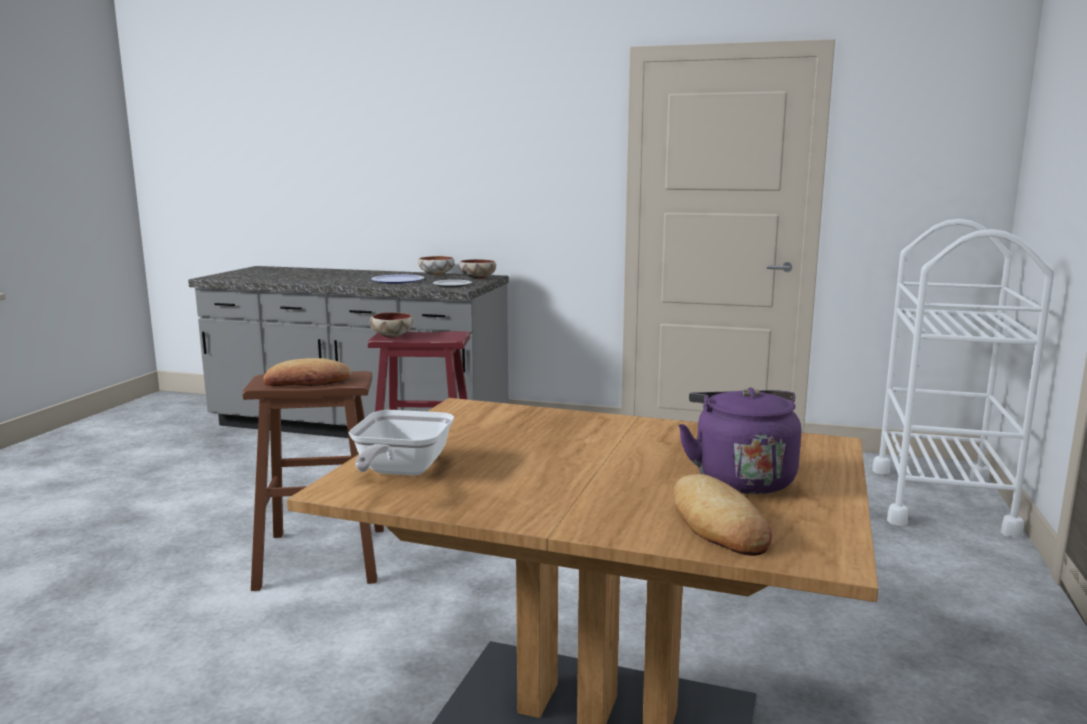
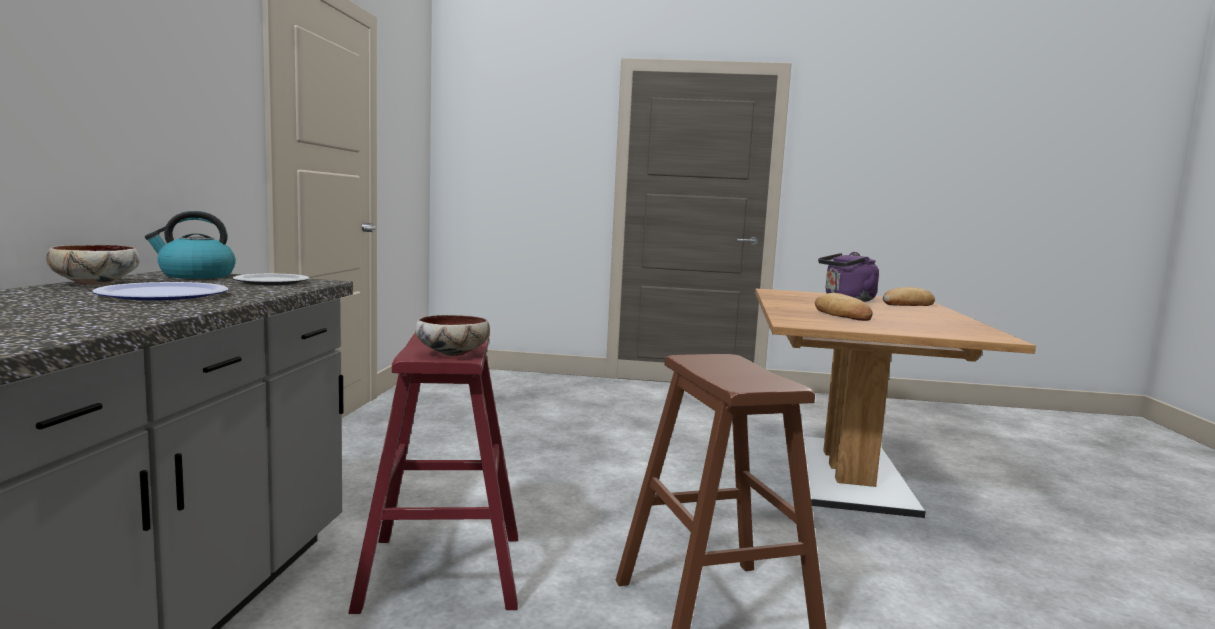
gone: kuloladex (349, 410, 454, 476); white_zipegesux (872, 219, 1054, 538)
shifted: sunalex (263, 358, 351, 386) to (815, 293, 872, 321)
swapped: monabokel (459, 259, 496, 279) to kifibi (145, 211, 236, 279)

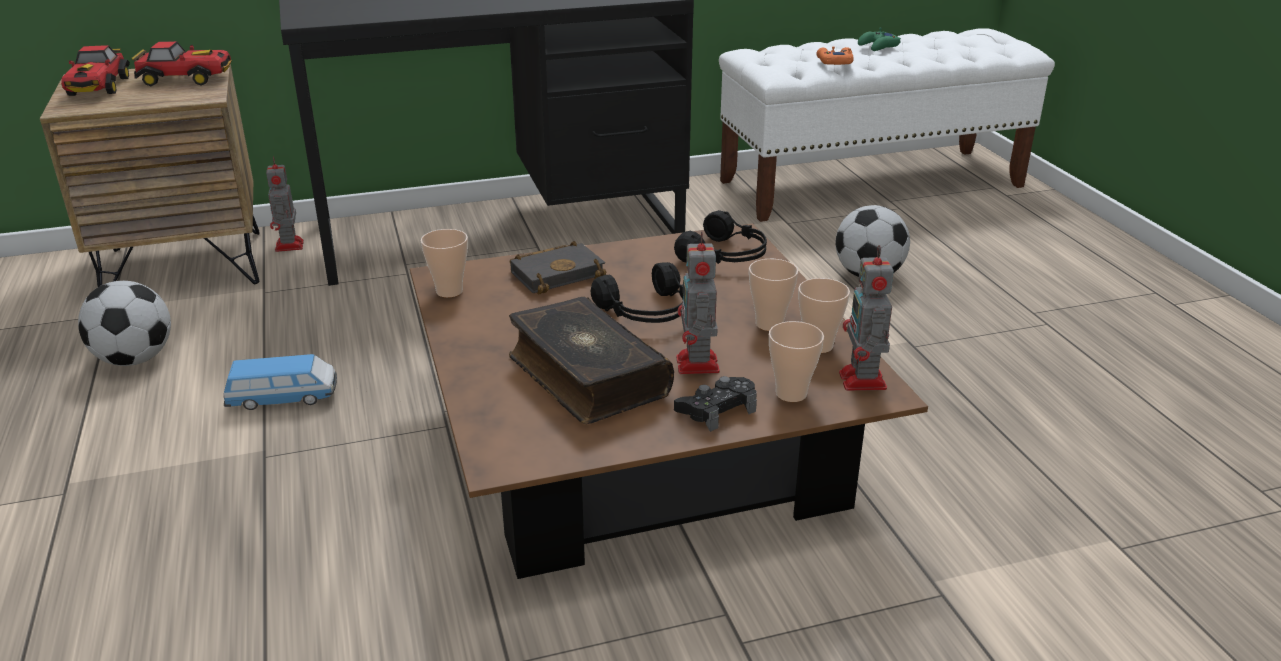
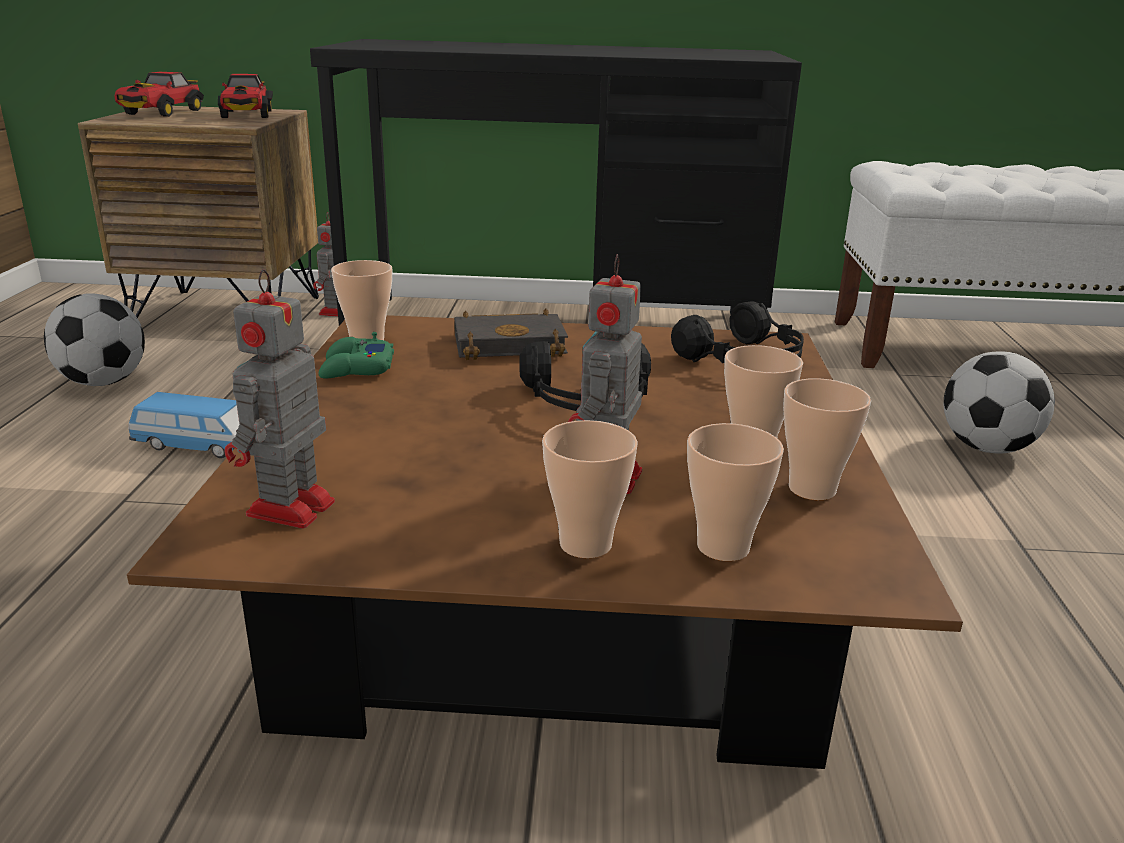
gone: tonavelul (509, 296, 674, 424); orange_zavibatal (817, 46, 854, 65)
shifted: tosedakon (839, 245, 894, 391) to (225, 269, 335, 529); green_zavibatal (858, 28, 901, 51) to (319, 332, 394, 379)
swapped: black_zavibatal (674, 376, 757, 432) to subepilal (542, 420, 638, 558)
rotated: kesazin (132, 41, 232, 86) = (218, 74, 273, 118) 60 degrees clockwise

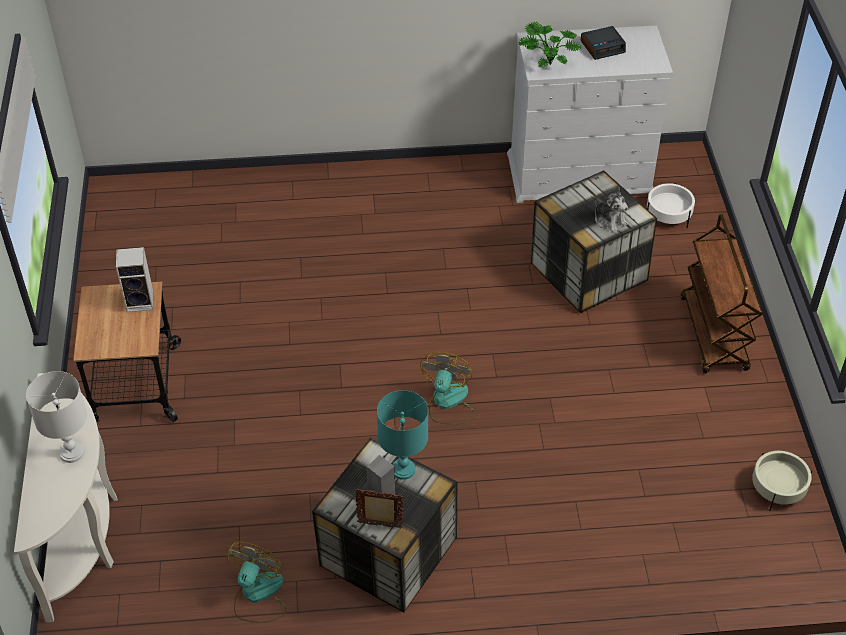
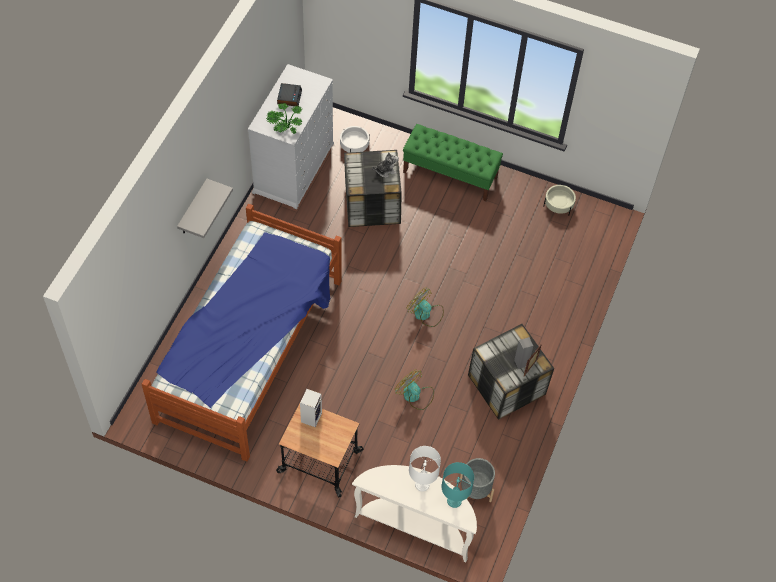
new: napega (142, 204, 342, 461); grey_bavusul (177, 179, 233, 238); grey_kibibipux (460, 458, 495, 502)
shifted: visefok (226, 542, 287, 623) to (395, 369, 434, 410); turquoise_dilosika (377, 390, 428, 480) to (441, 462, 474, 508)
swapped: brown_zipegesux (681, 214, 763, 374) to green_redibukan (403, 124, 503, 202)

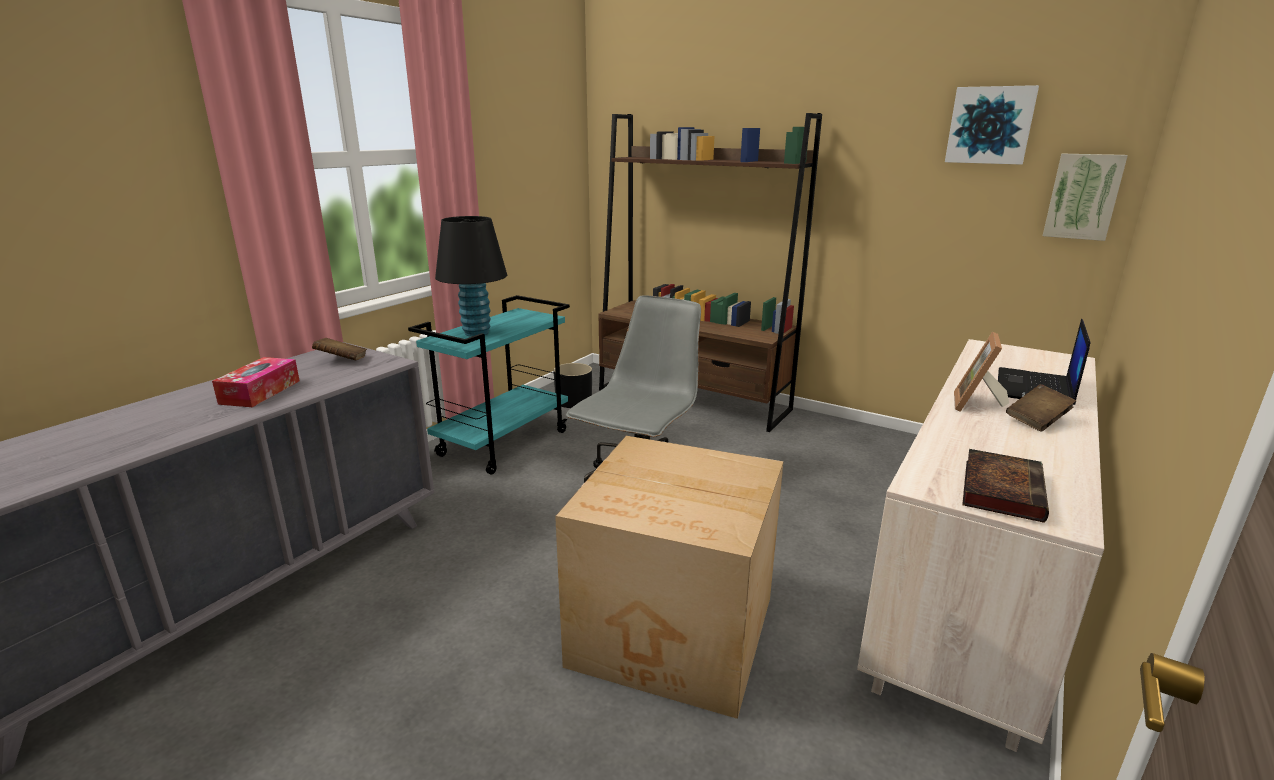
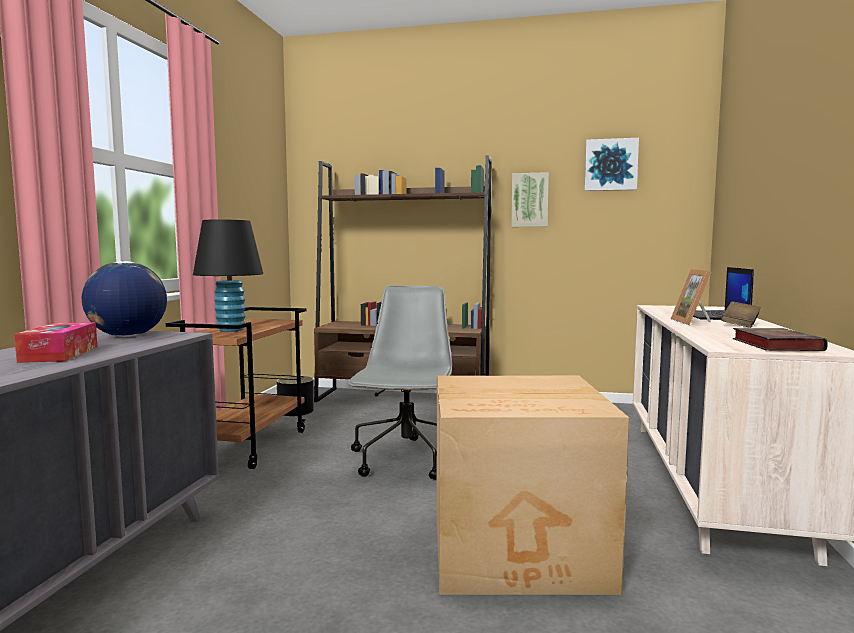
shifted: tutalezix (1043, 154, 1128, 241) to (511, 172, 549, 227)
swapped: brown_tonavelul (312, 338, 367, 360) to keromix (82, 261, 167, 337)
repainted: turquoise_zipegesux (408, 295, 570, 474) to brown_zipegesux (166, 307, 307, 469)

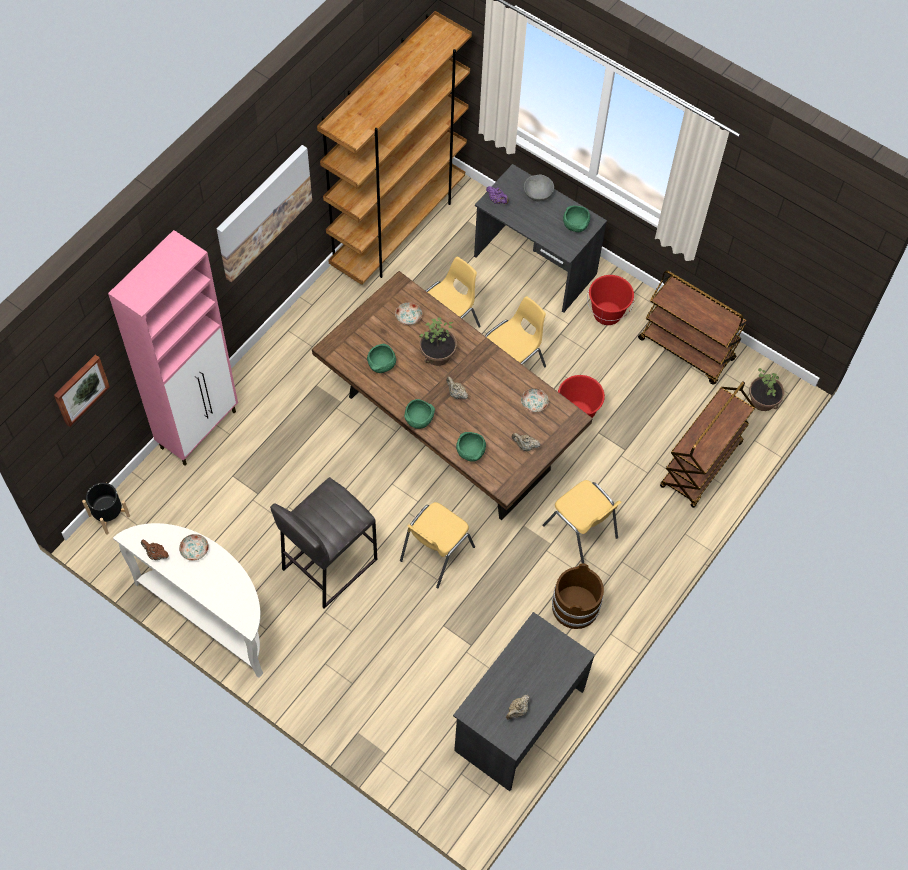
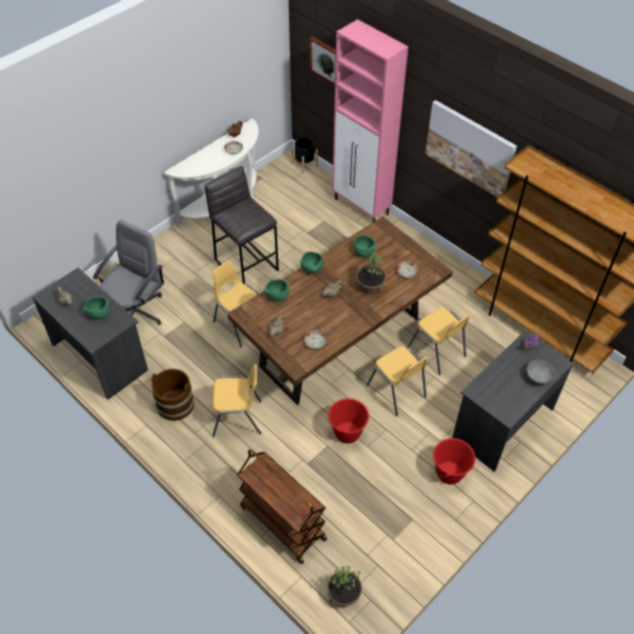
gone: brown_zipegesux (638, 270, 748, 385)
new: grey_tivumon (93, 220, 164, 325)
shifted: green_monabokel (563, 205, 590, 232) to (83, 297, 109, 319)
rotated: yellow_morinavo (542, 480, 621, 564) = (212, 364, 261, 437) 150 degrees counterclockwise

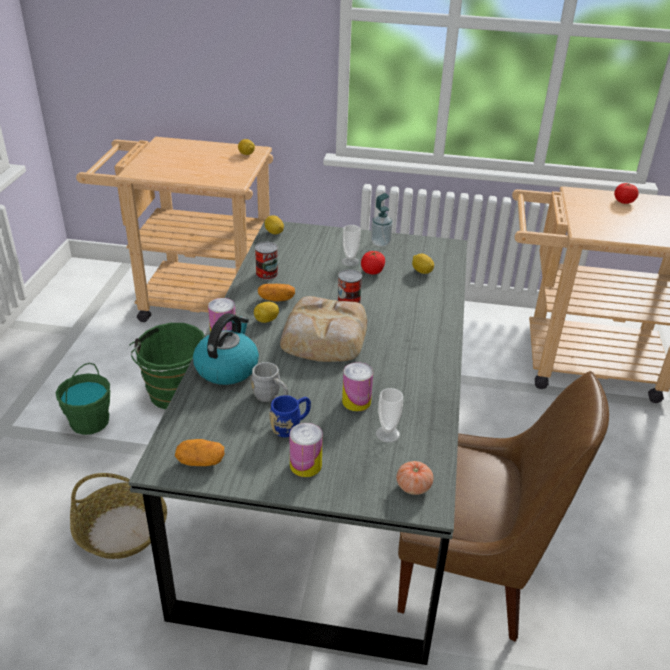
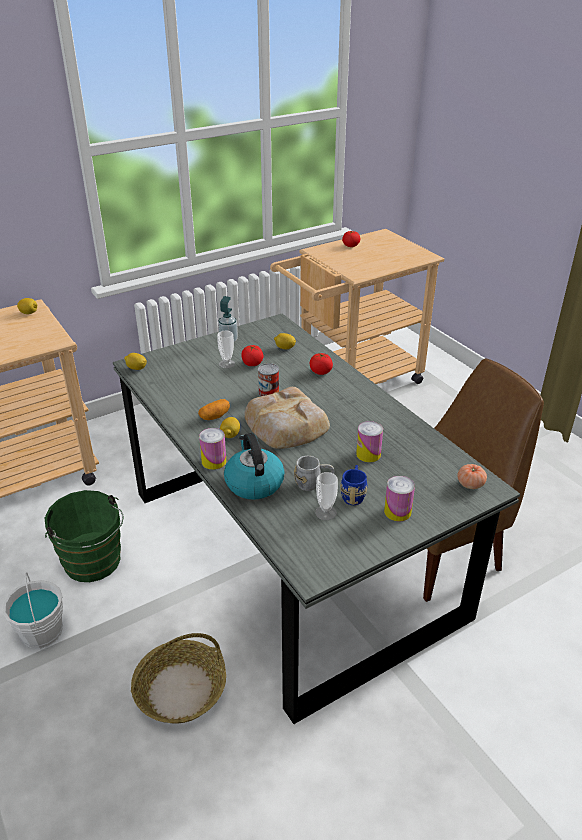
gone: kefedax (175, 439, 225, 466); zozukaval (255, 242, 278, 280)
new: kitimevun (310, 353, 333, 375)
shifted: subepilal (376, 388, 403, 443) to (315, 472, 338, 520)
repainted: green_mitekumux (56, 363, 110, 435) to white_mitekumux (3, 572, 63, 649)

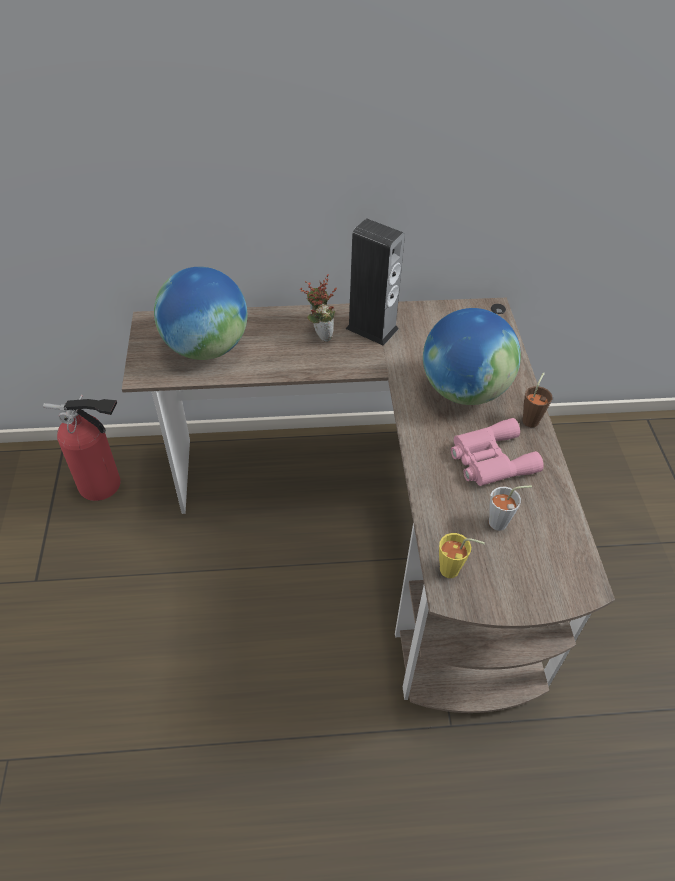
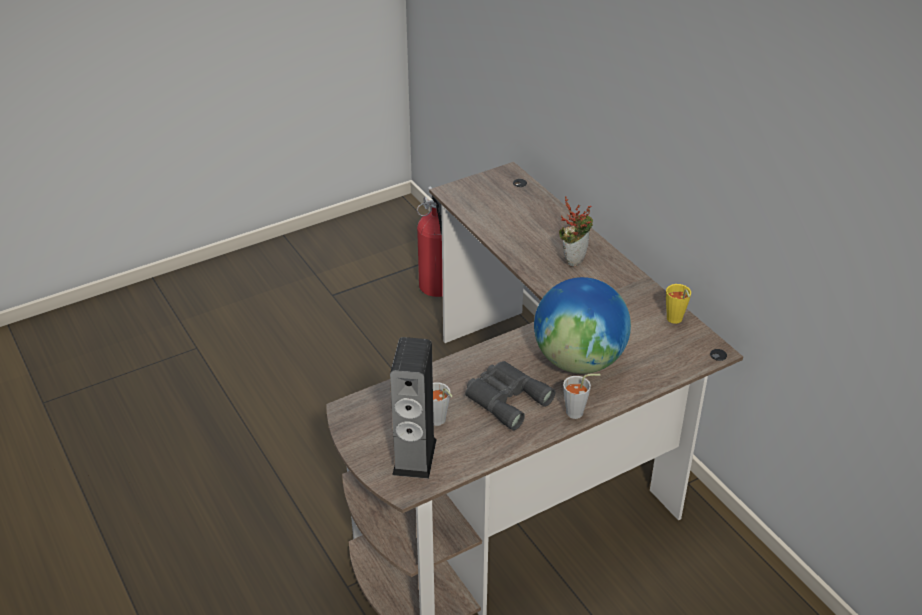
gone: keromix (154, 267, 247, 360)
shifted: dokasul (345, 219, 405, 346) to (390, 337, 437, 479); yellow_subepilal (439, 533, 485, 578) to (666, 284, 691, 324)
repainted: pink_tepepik (451, 418, 544, 486) to grey_tepepik (465, 361, 556, 430); brown_subepilal (522, 373, 552, 427) to grey_subepilal (563, 374, 601, 419)

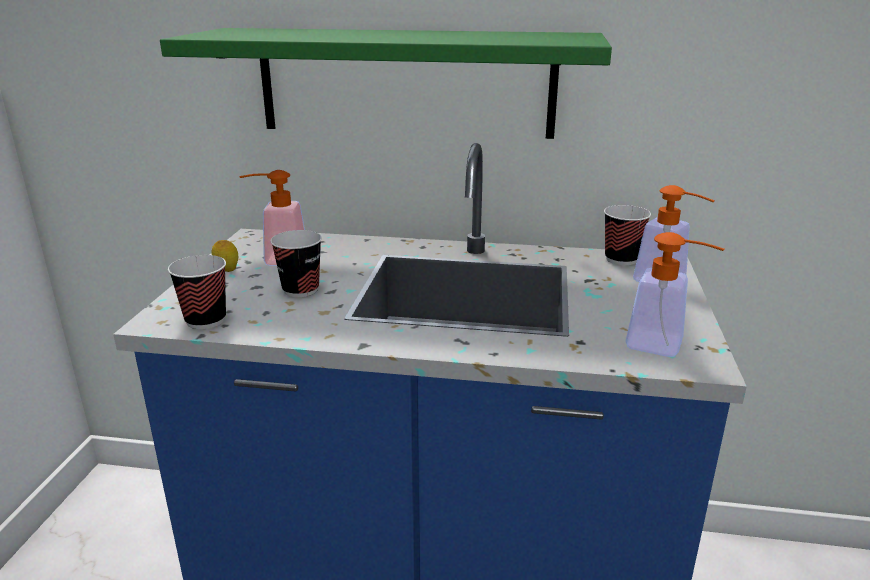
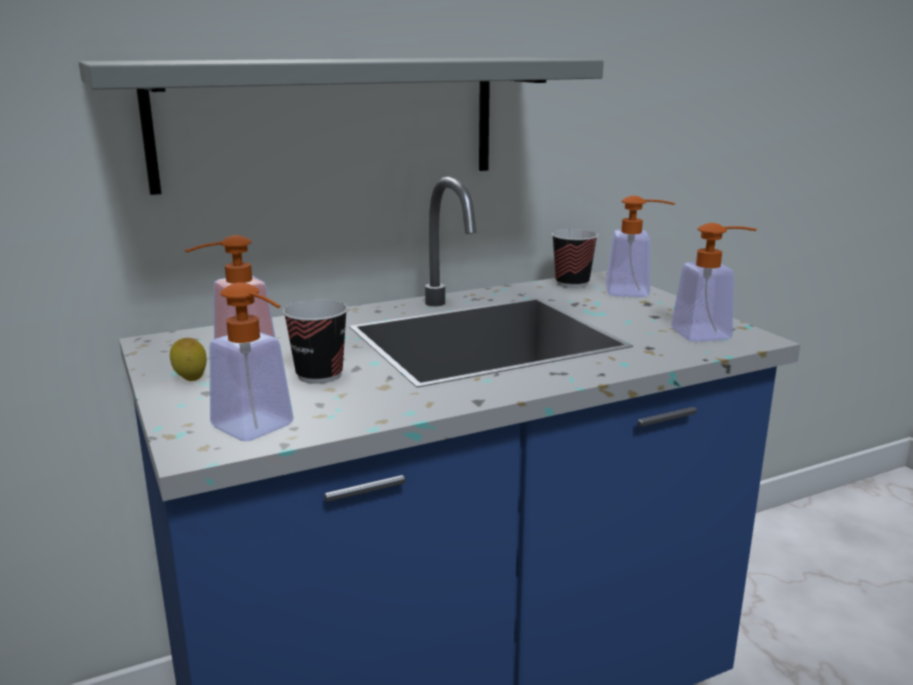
swapped: subepilal (168, 255, 226, 329) to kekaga (210, 282, 294, 441)
repainted: green_bavusul (160, 28, 612, 139) to grey_bavusul (79, 57, 604, 195)

